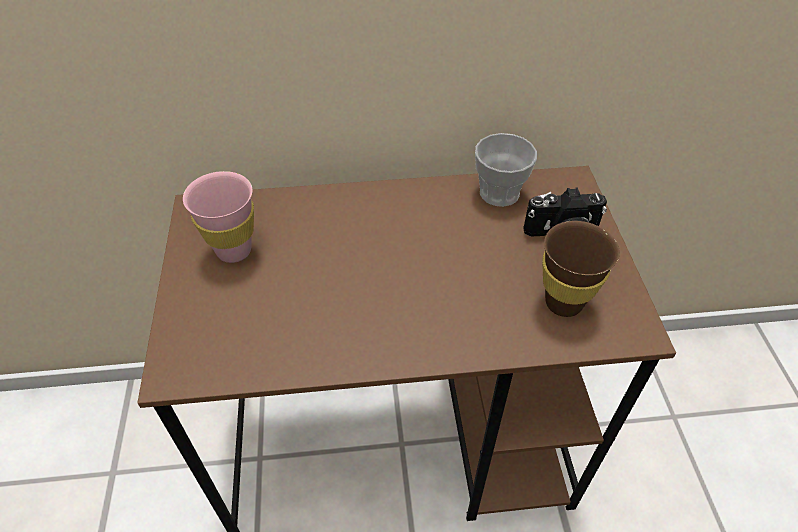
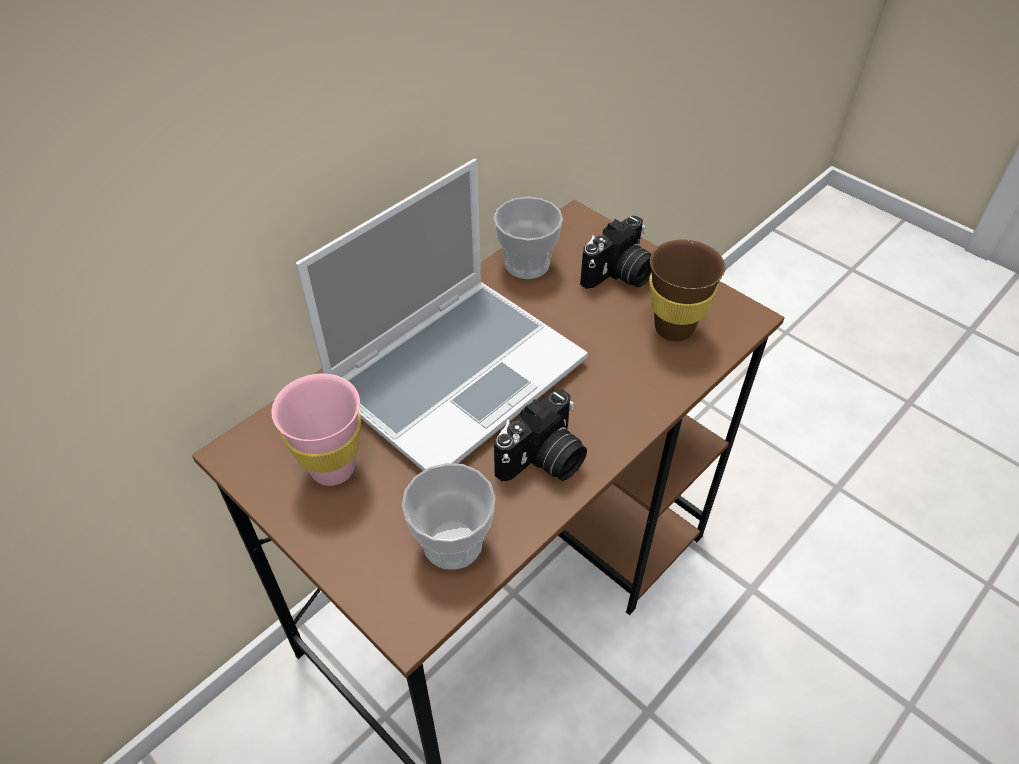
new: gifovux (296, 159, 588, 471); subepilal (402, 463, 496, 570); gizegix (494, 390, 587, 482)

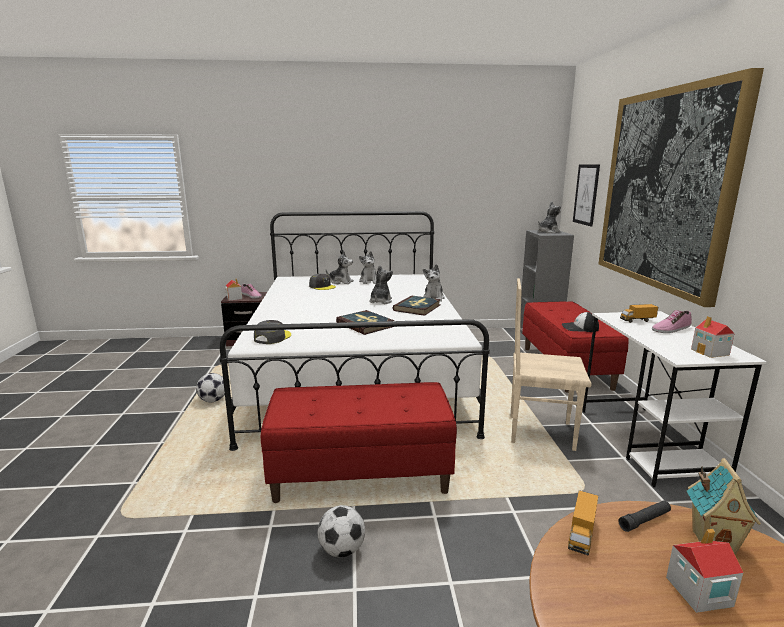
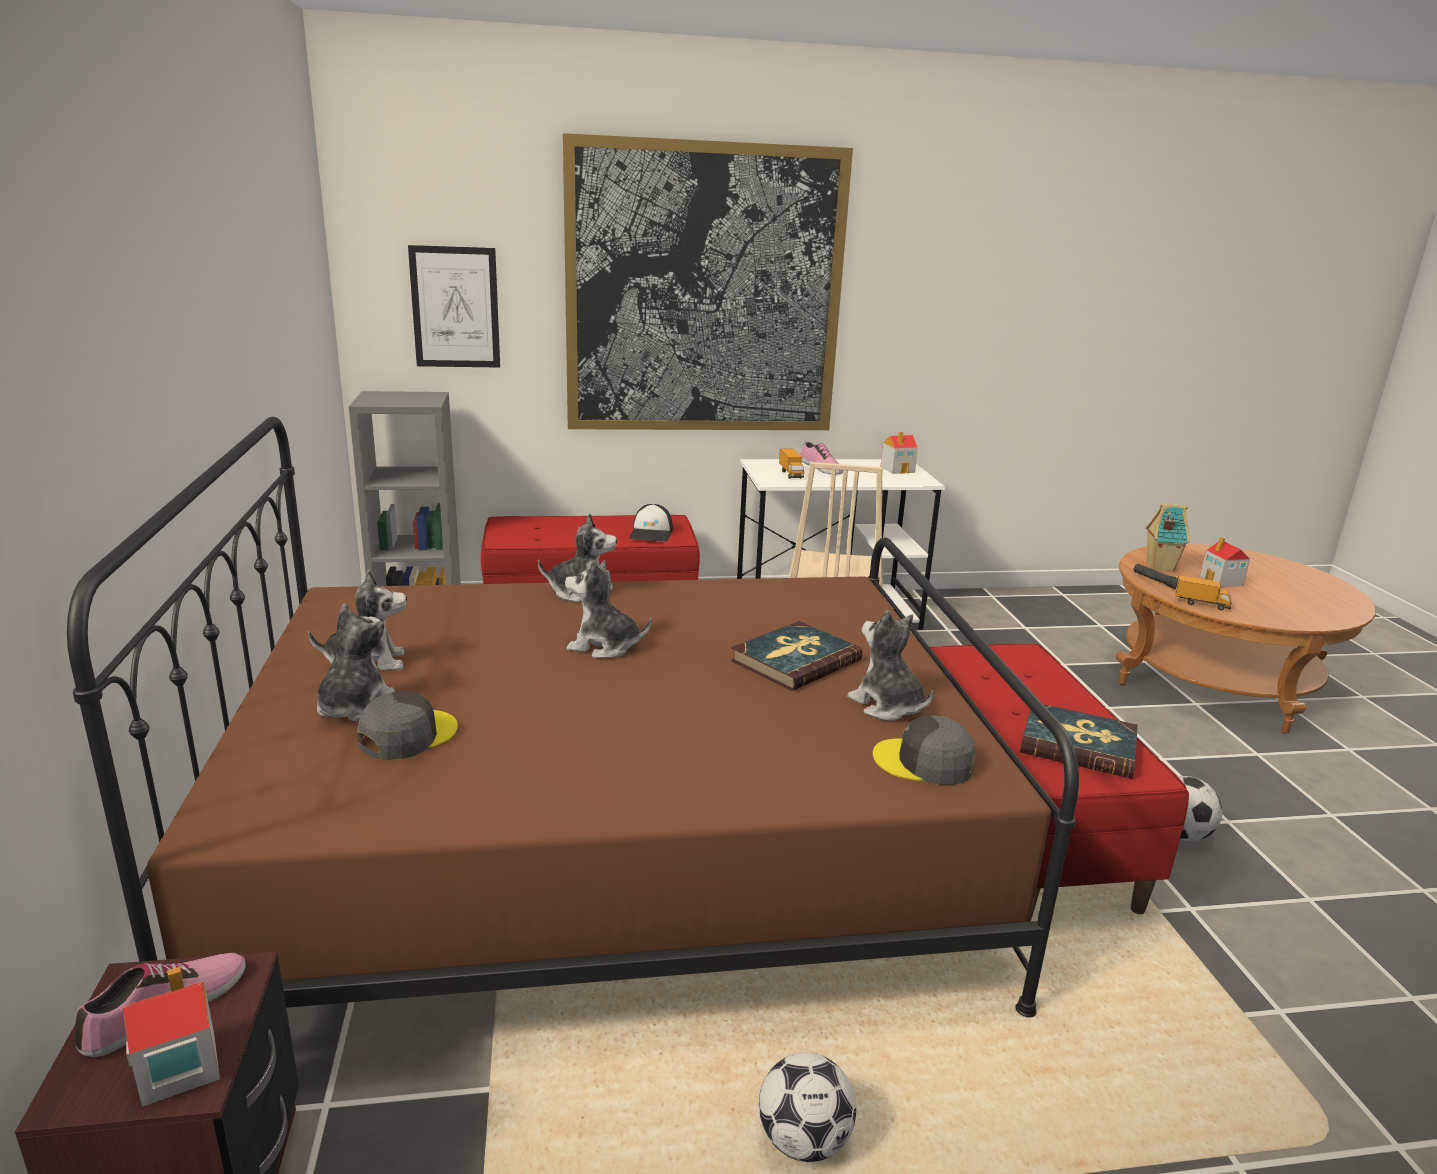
shifted: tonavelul (393, 296, 441, 316) to (1020, 704, 1138, 779); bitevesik (538, 201, 561, 233) to (847, 610, 933, 721)
repainted: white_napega (220, 211, 490, 451) to brown_napega (67, 417, 1079, 1018)

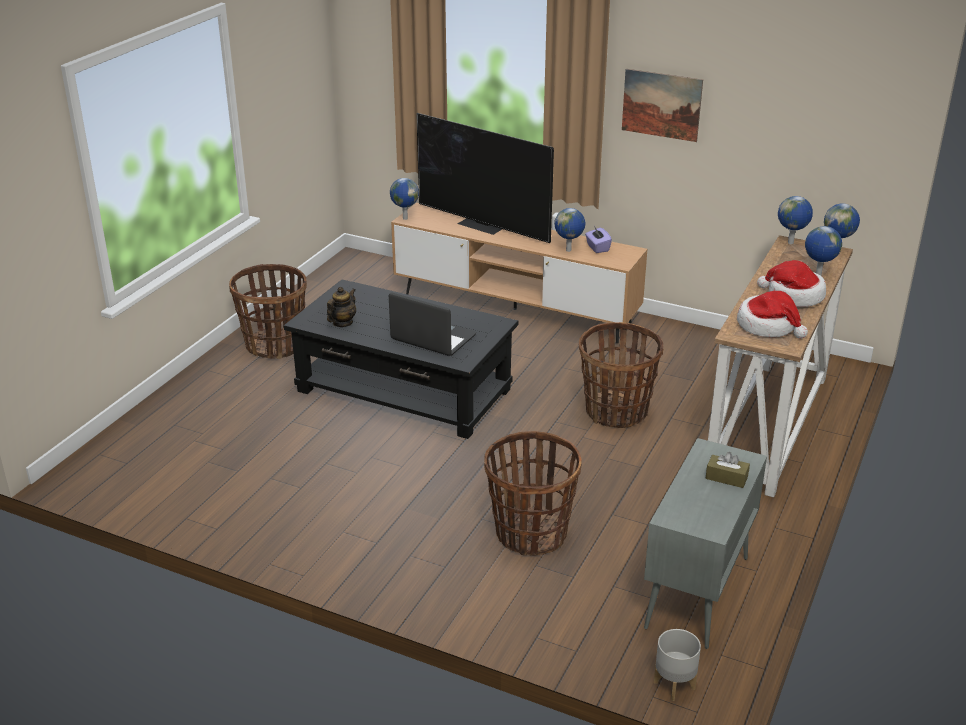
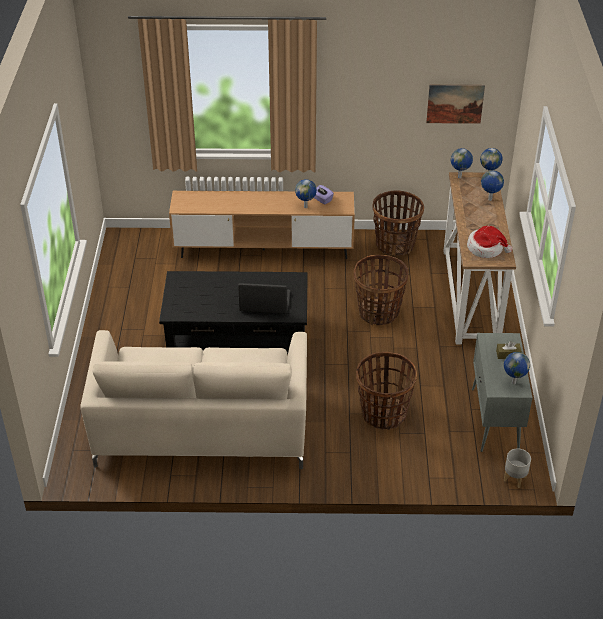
gone: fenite (327, 287, 356, 327); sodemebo (416, 113, 554, 243); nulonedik (757, 260, 826, 307)
new: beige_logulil (80, 330, 307, 469)
shifted: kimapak (229, 264, 307, 359) to (372, 190, 424, 255); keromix (390, 178, 419, 220) to (504, 352, 530, 384); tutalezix (622, 69, 703, 142) to (426, 85, 485, 124)

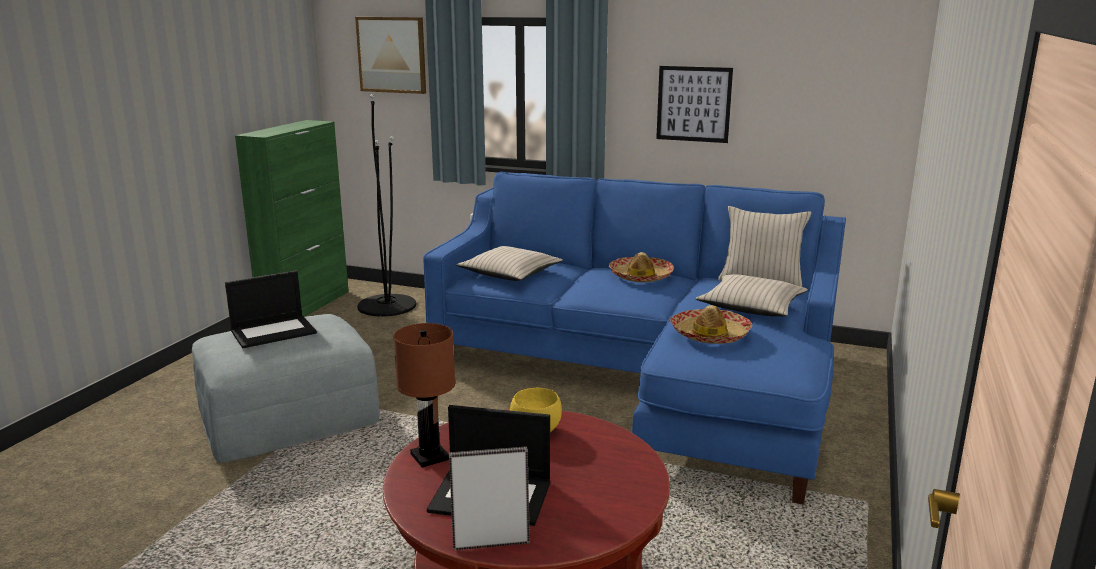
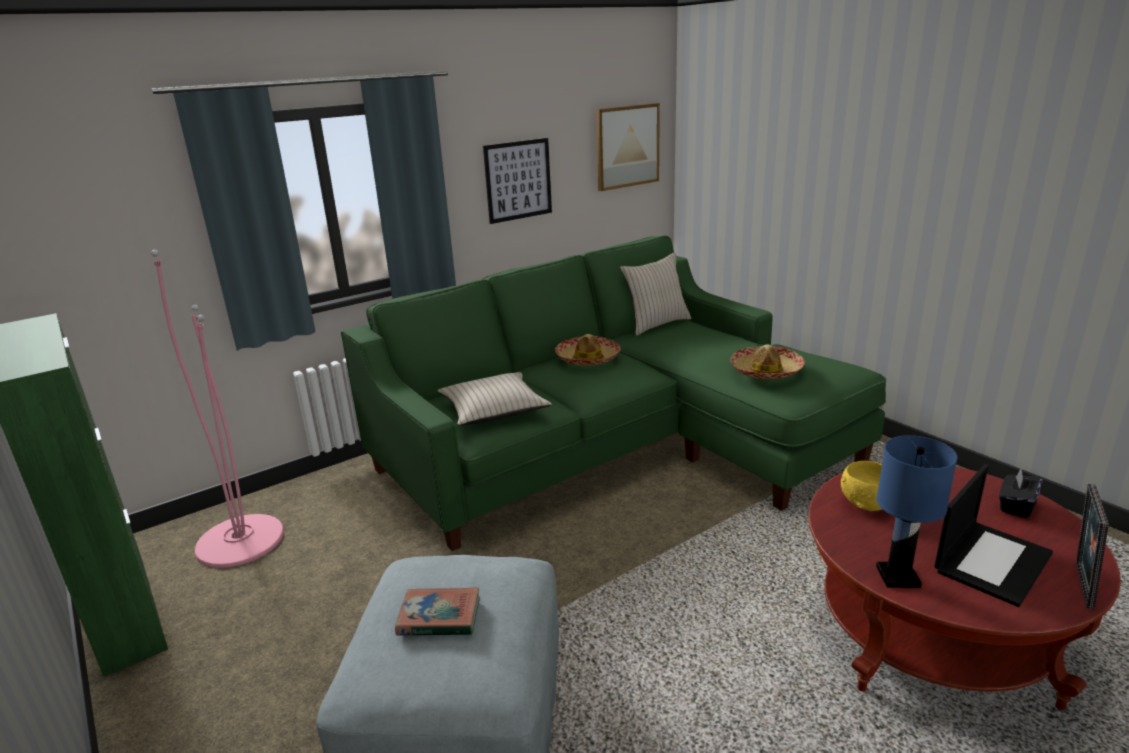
gone: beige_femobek (695, 274, 808, 316)
new: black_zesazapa (999, 468, 1043, 518)
shifted: tutalezix (355, 17, 426, 94) to (596, 103, 660, 191)
swapped: gifovux (225, 270, 317, 348) to tonavelul (395, 588, 480, 636)
repainted: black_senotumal (357, 94, 416, 317) to pink_senotumal (151, 250, 284, 568); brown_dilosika (394, 323, 455, 468) to blue_dilosika (876, 435, 957, 588); blue_logulil (423, 172, 846, 505) to green_logulil (341, 236, 886, 551)

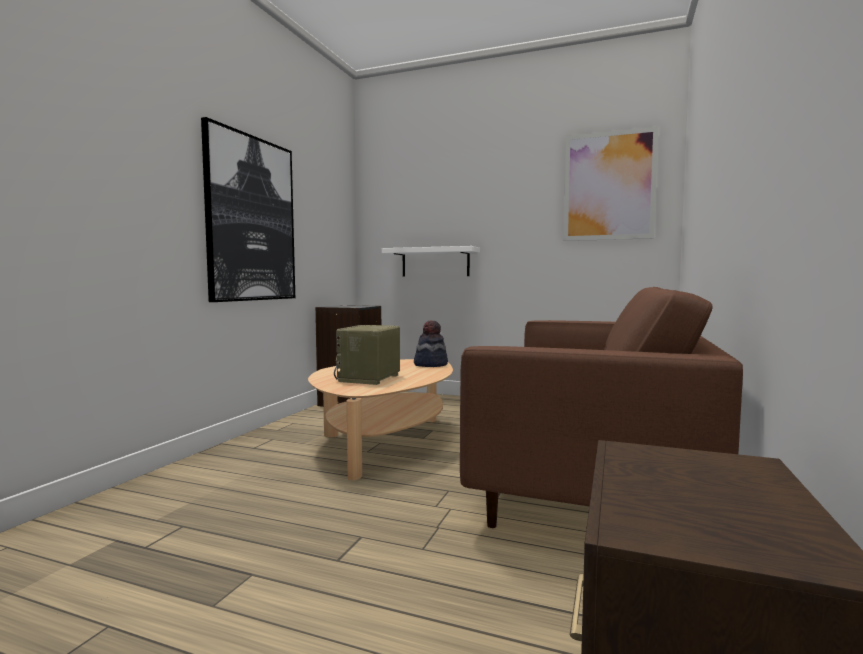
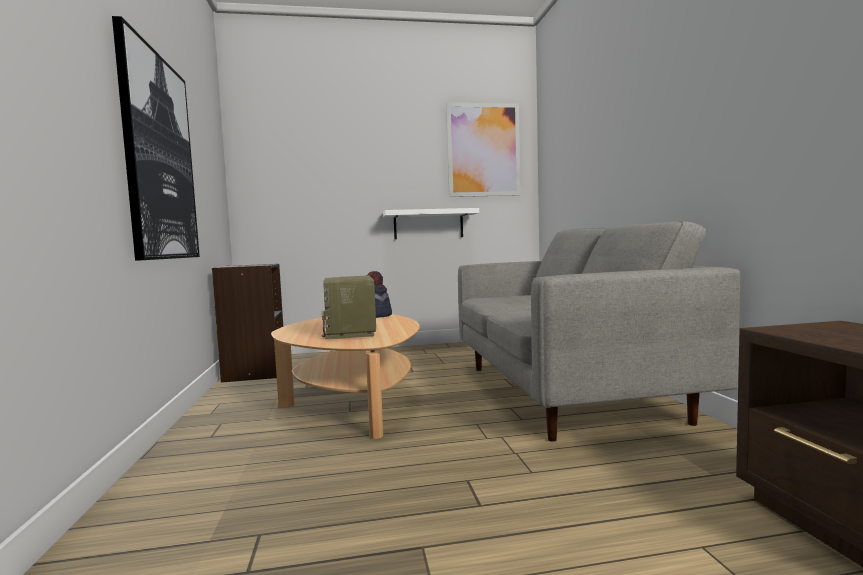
shifted: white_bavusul (382, 246, 480, 277) to (383, 208, 479, 239)
repainted: brown_logulil (460, 287, 743, 528) to grey_logulil (458, 221, 740, 442)

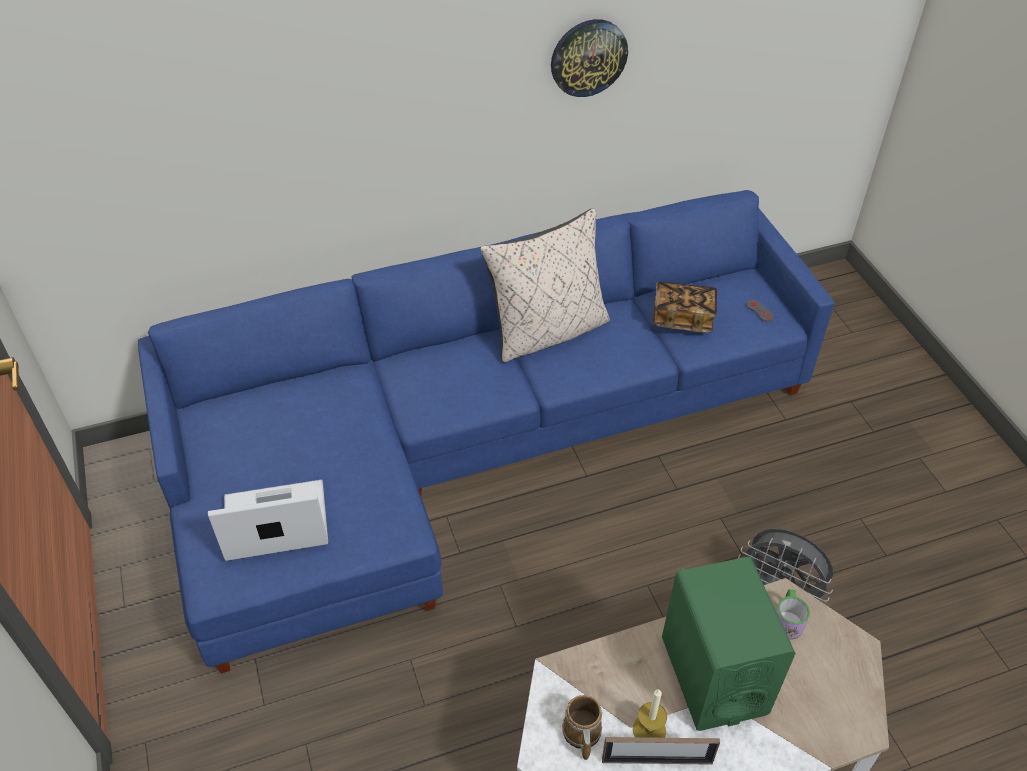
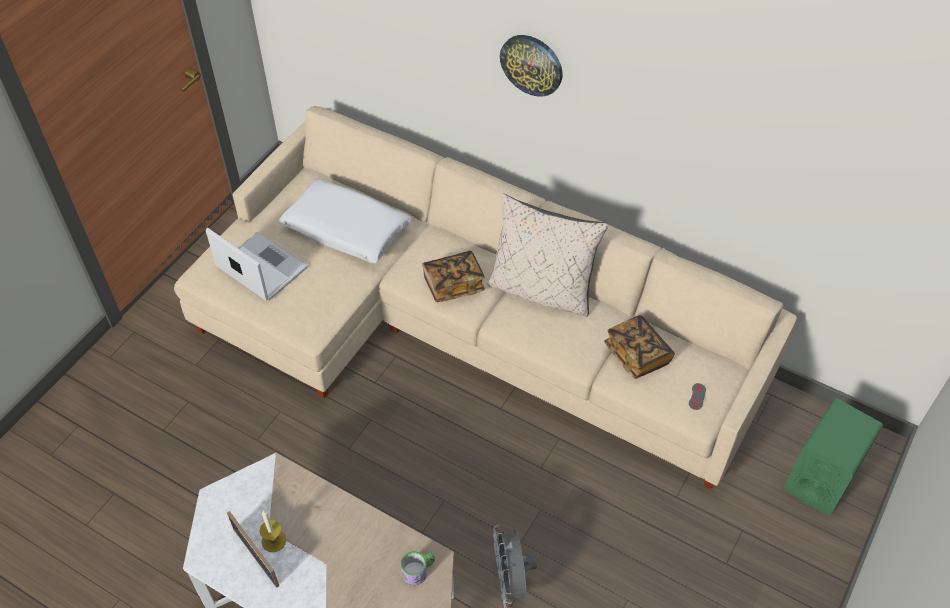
gone: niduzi (562, 695, 602, 760)
new: white_femobek (279, 179, 412, 263); tonavelul (422, 251, 485, 302)
shifted: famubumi (551, 19, 628, 97) to (500, 35, 563, 97); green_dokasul (662, 557, 796, 731) to (784, 398, 883, 516)
repainted: blue_logulil (138, 190, 834, 674) to beige_logulil (174, 106, 797, 489)

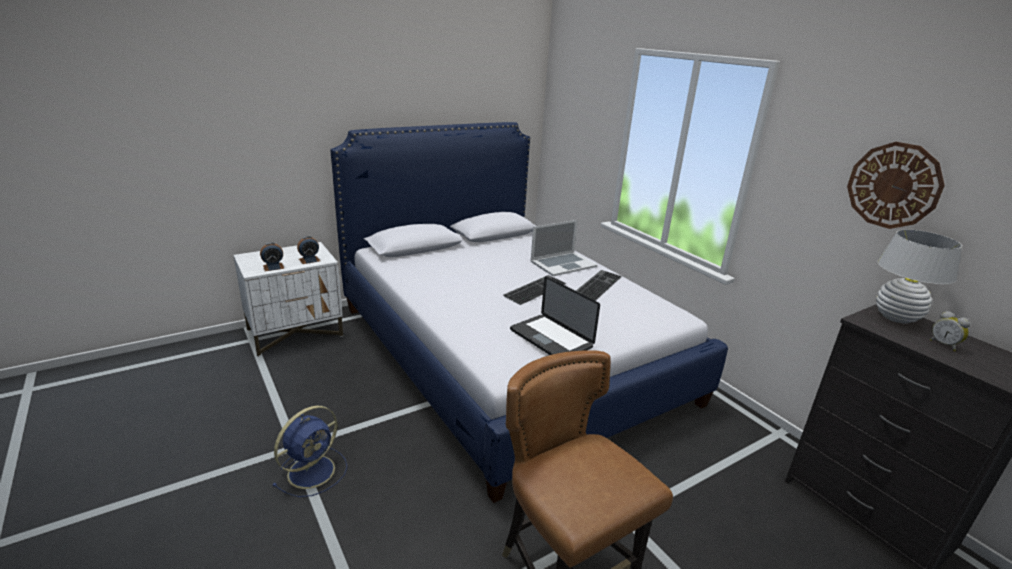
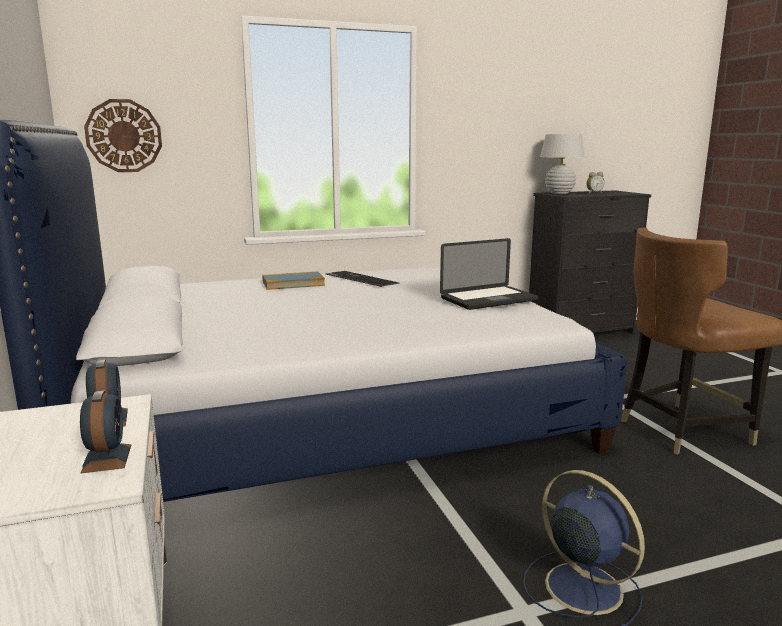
gone: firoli (503, 275, 567, 305)
shifted: famubumi (847, 142, 945, 229) to (84, 99, 162, 172)
swapped: gifovux (531, 220, 597, 276) to tonavelul (262, 271, 325, 290)

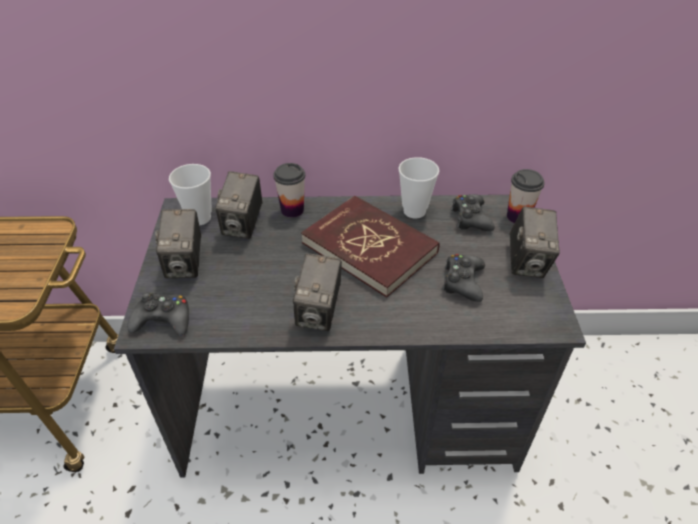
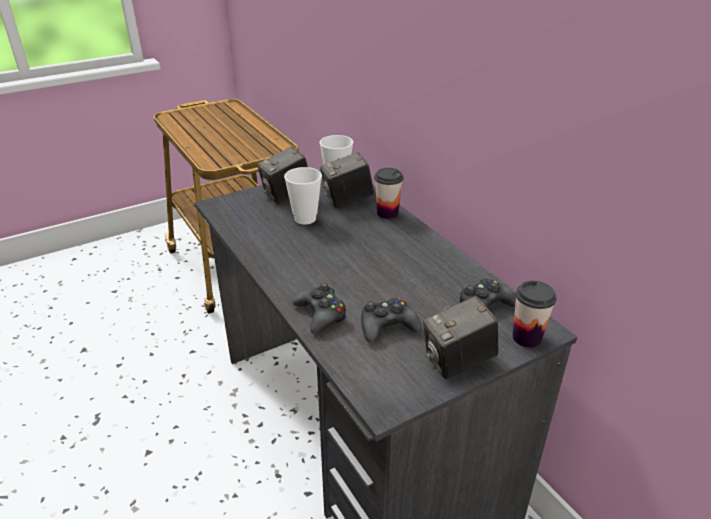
gone: gizegix (293, 253, 342, 331); red_tonavelul (301, 196, 440, 298)
shifted: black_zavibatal (127, 292, 189, 336) to (292, 283, 347, 334); subepilal (399, 157, 439, 218) to (284, 167, 322, 225)

